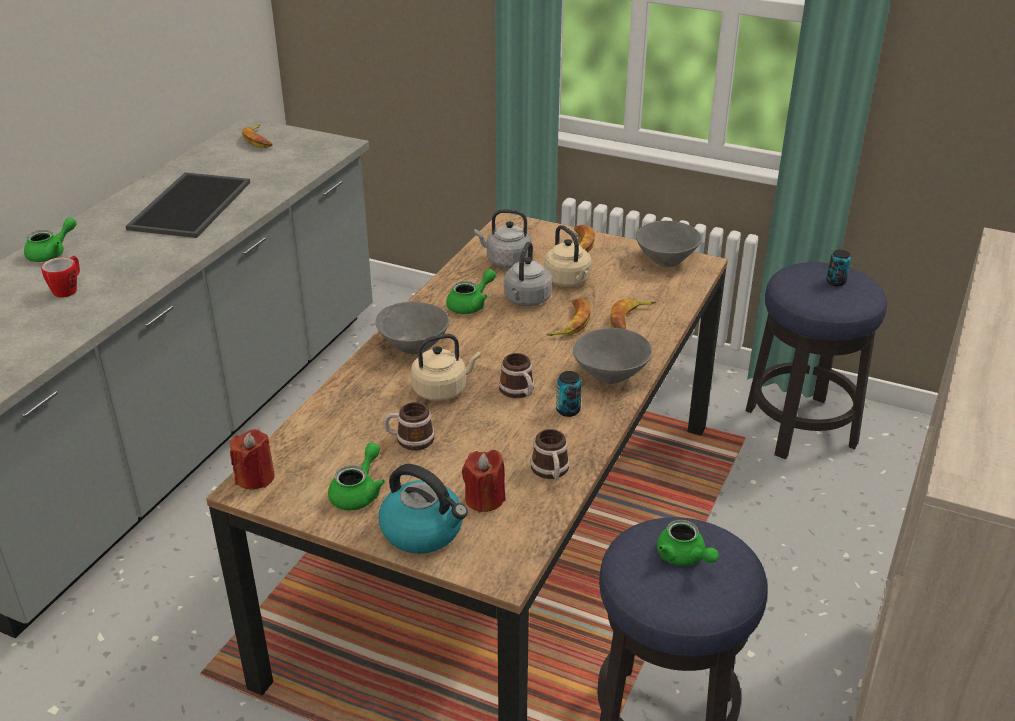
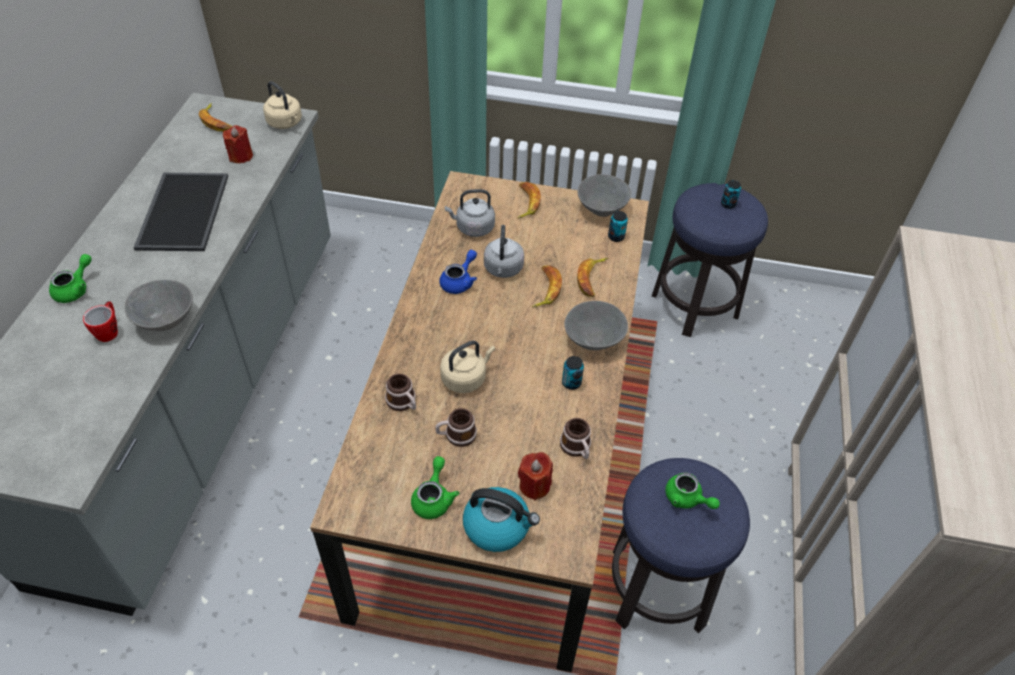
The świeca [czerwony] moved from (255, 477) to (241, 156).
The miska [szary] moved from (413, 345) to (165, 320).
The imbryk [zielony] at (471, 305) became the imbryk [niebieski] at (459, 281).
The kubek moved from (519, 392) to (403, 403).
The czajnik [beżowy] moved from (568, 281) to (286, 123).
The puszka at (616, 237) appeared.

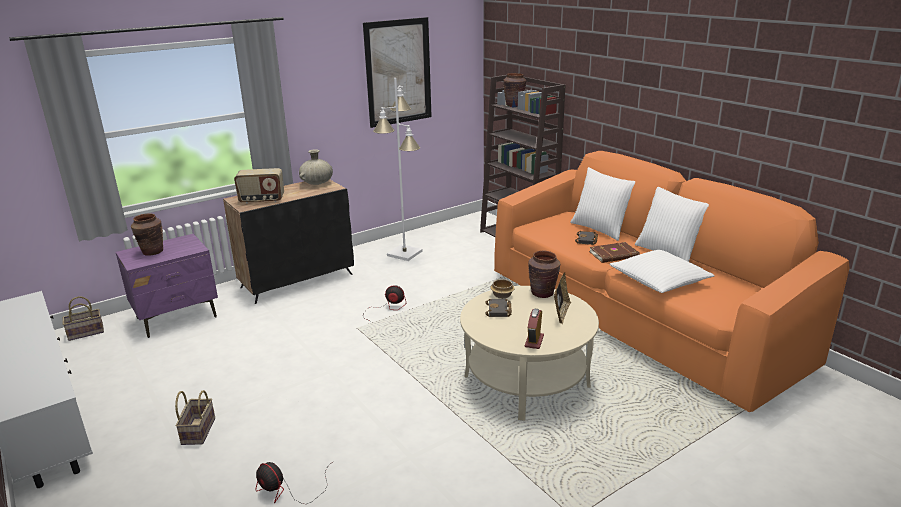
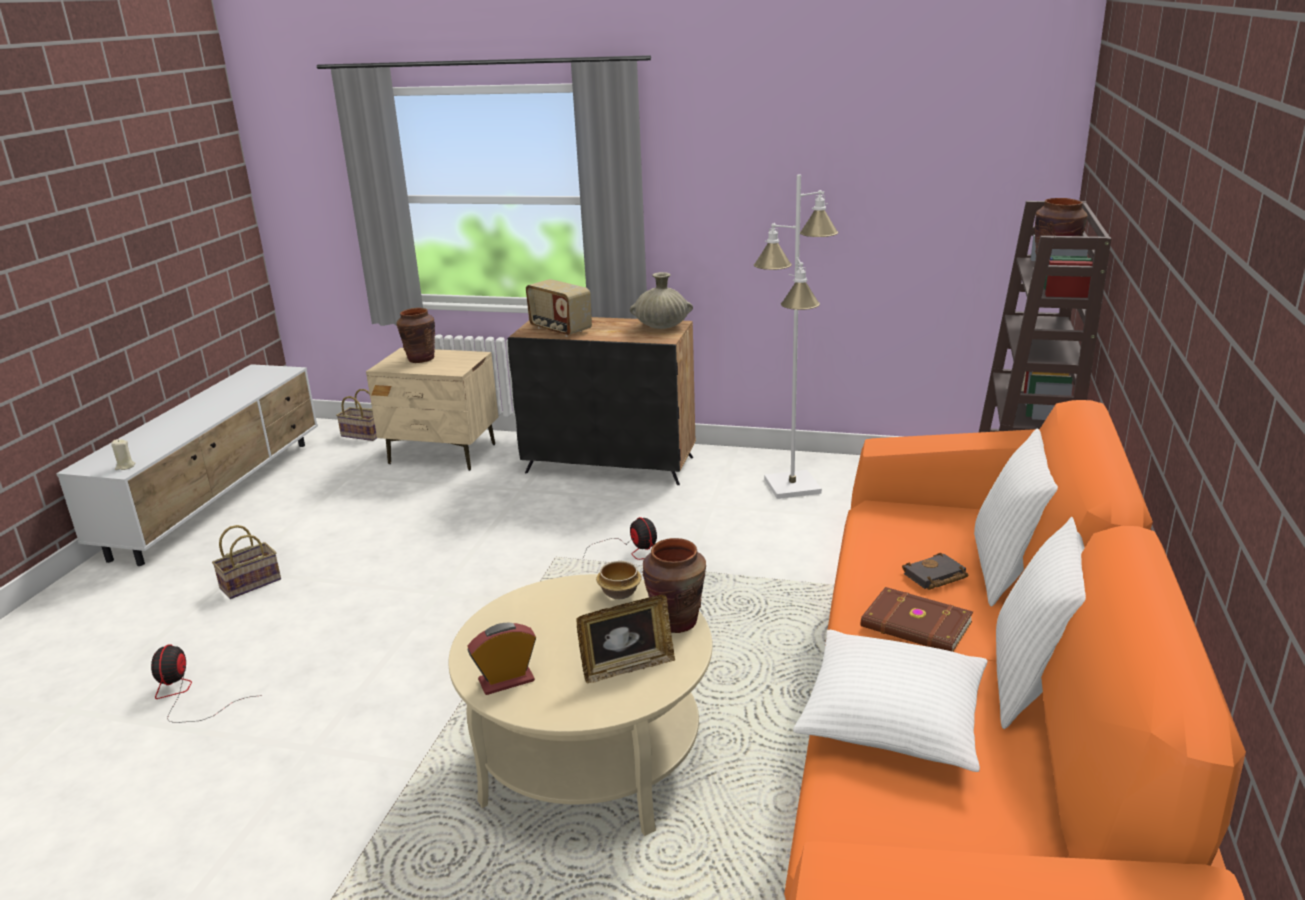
The szafka nocna [fioletowy] at (177, 317) became the szafka nocna [beżowy] at (443, 454).
The obraz at (398, 72) disappeared.
The książka [czarny] at (499, 311) disappeared.
The świeca [beżowy] at (125, 466) appeared.

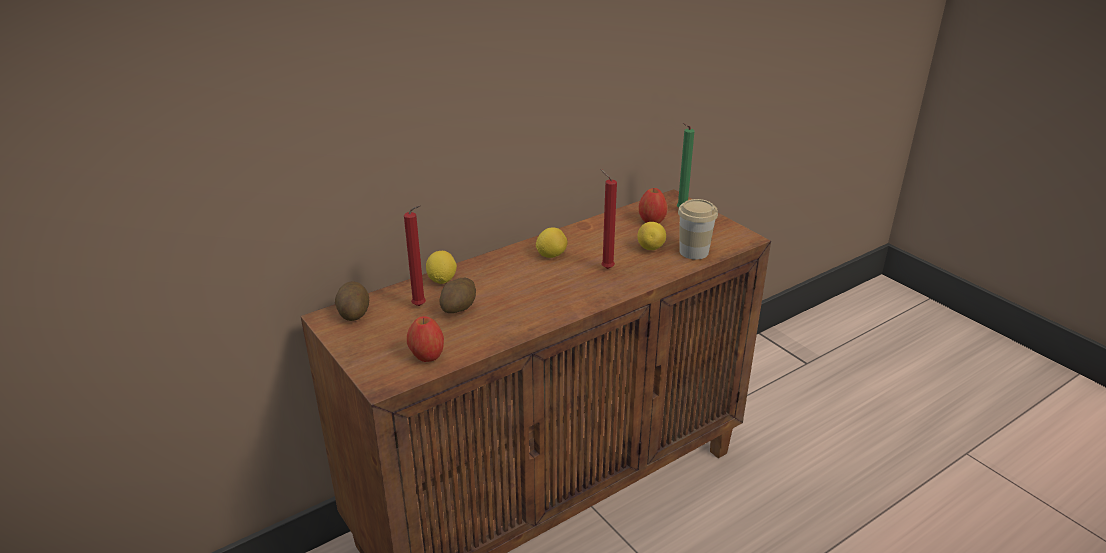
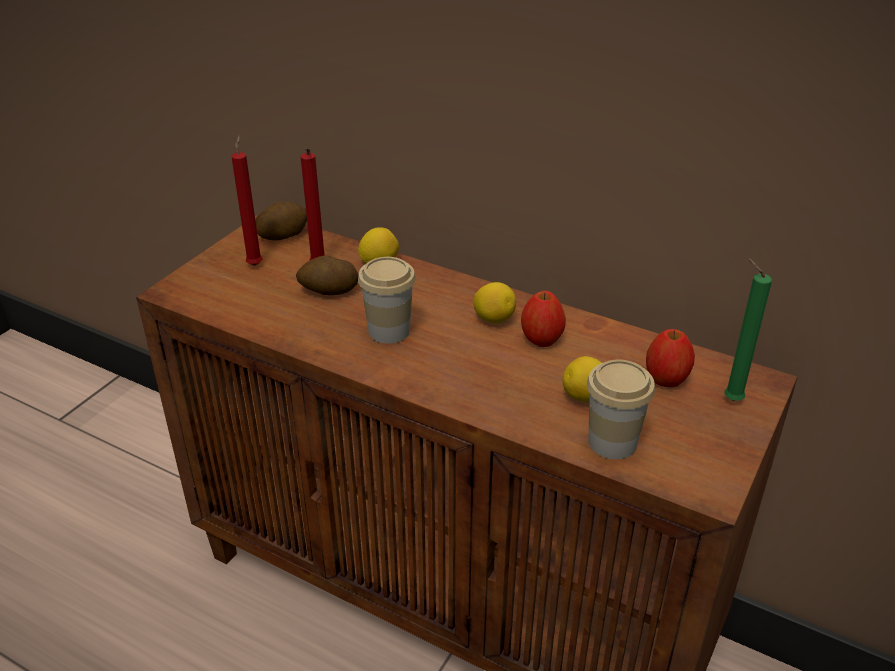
The jabłko moved from (427, 356) to (541, 339).
The świeca [czerwony] moved from (605, 268) to (255, 264).
The filiżanka at (389, 331) appeared.

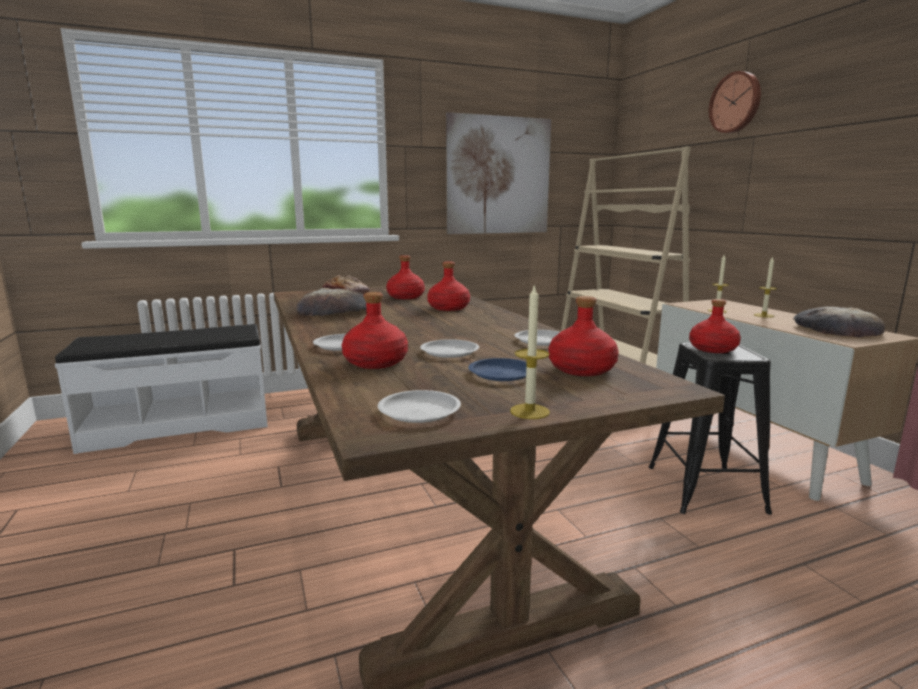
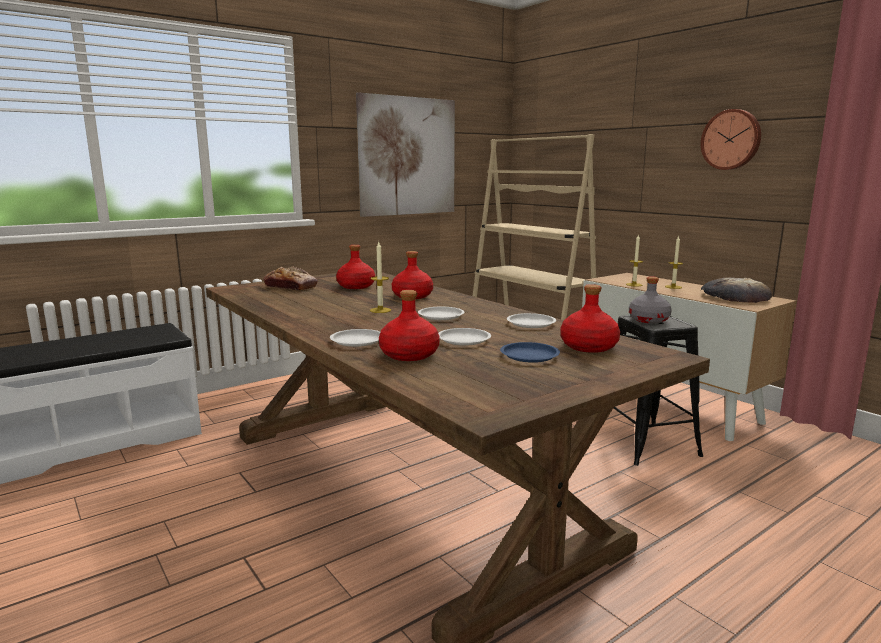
The chleb at (336, 311) disappeared.
The talerz [biały] moved from (419, 412) to (441, 316).
The świeca moved from (529, 411) to (380, 310).
The butelka [czerwony] at (713, 349) became the butelka [szary] at (649, 320).
The zegar ścienny moved from (736, 103) to (731, 140).

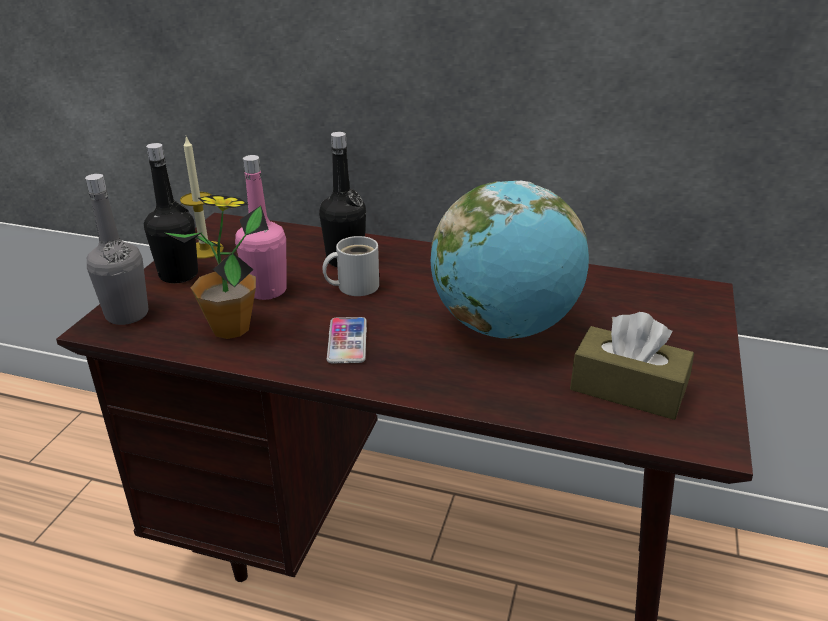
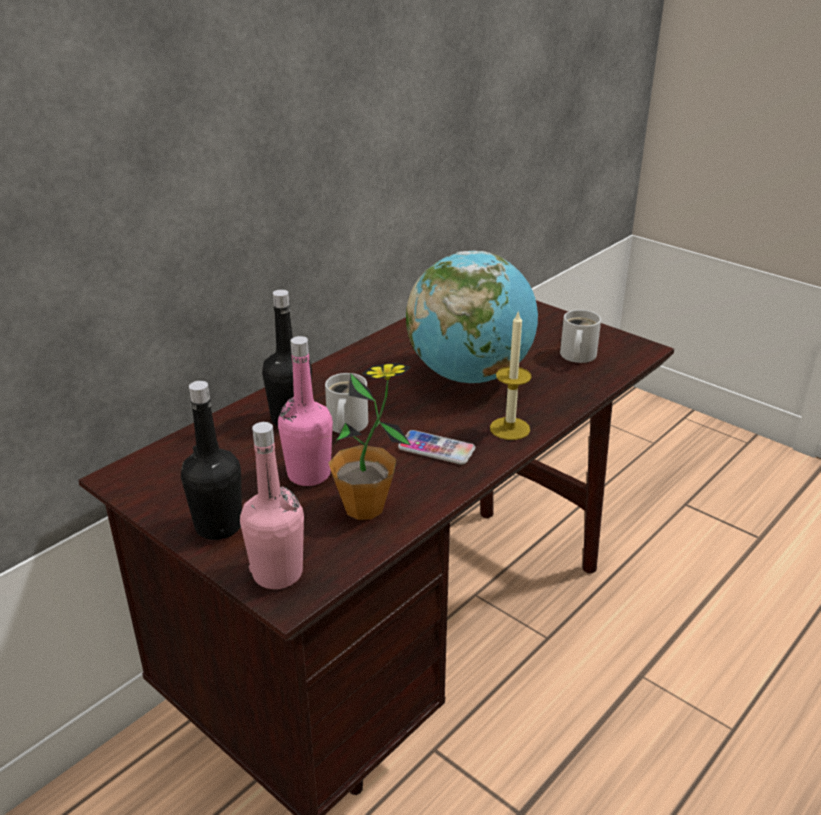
The butelka [szary] at (127, 314) became the butelka [różowy] at (277, 573).
The świeca moved from (205, 250) to (509, 428).
The pudełko chusteczek [brązowy] at (627, 389) was replaced by the kubek [biały] at (576, 356).

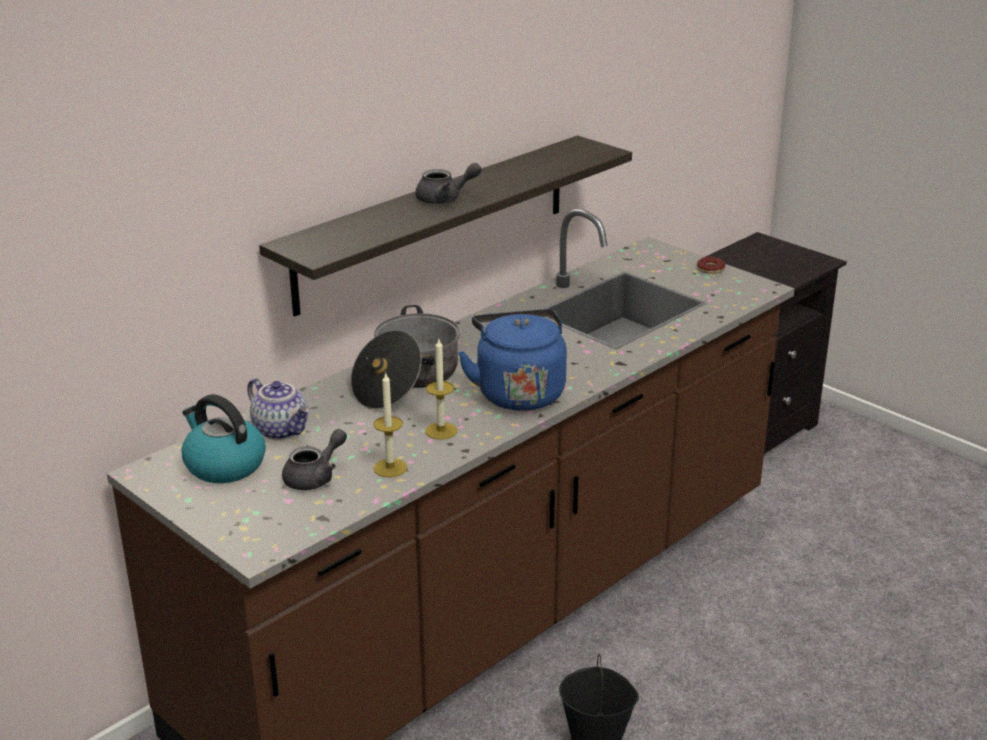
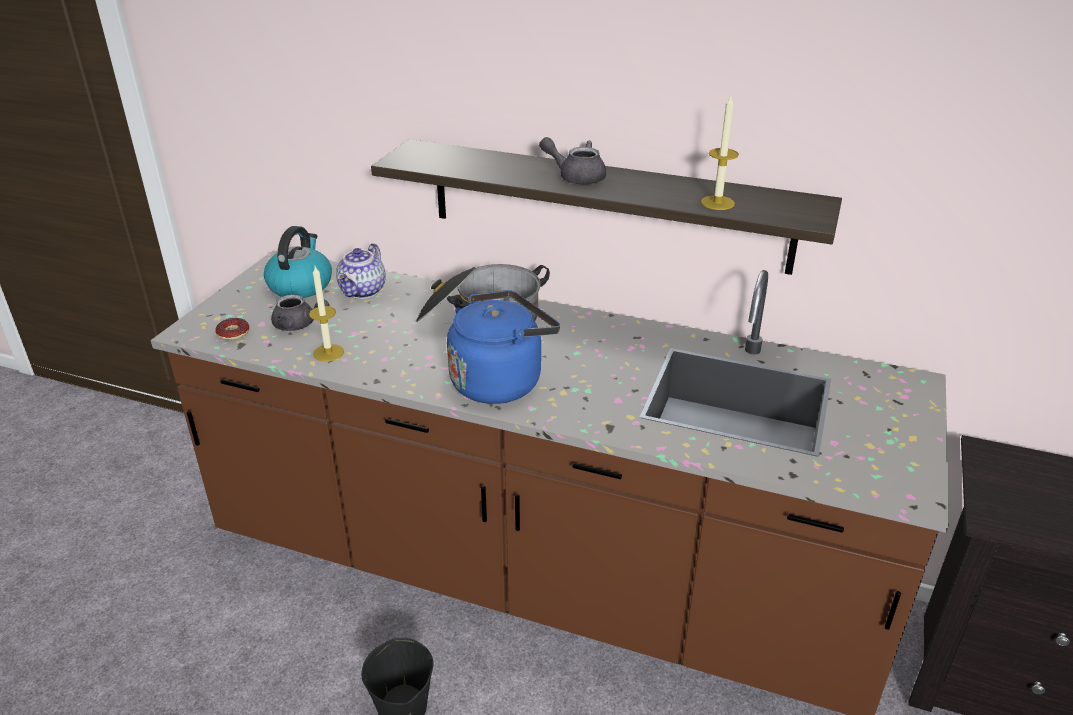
The imbryk [szary] at (445, 199) turned 150 degrees clockwise.
The świeca moved from (441, 431) to (717, 203).
The donut moved from (710, 269) to (233, 333).

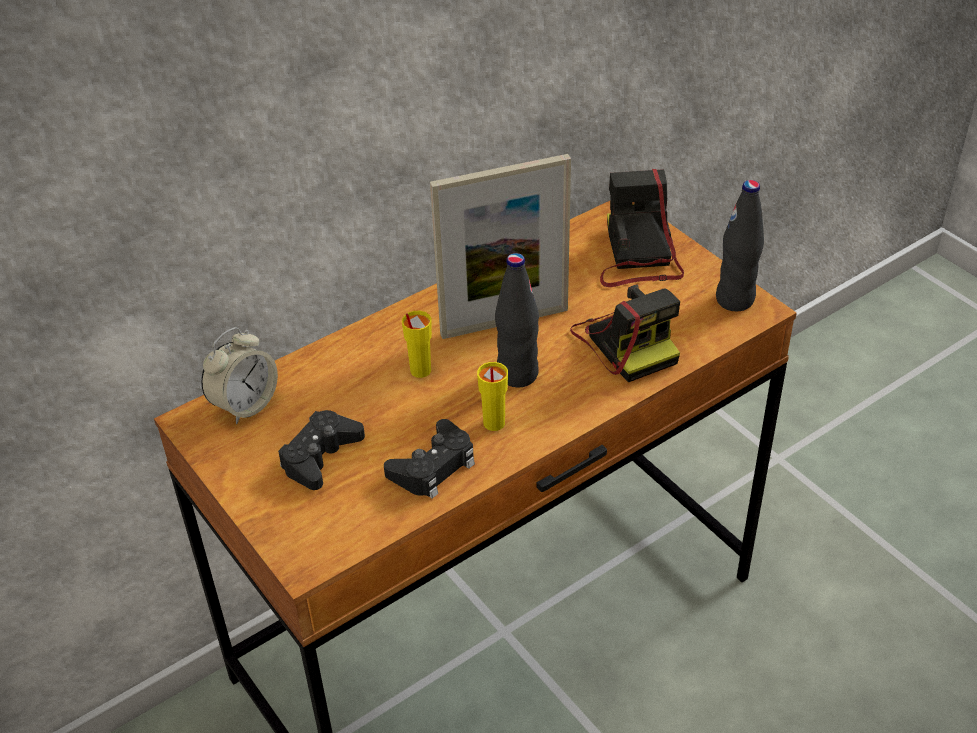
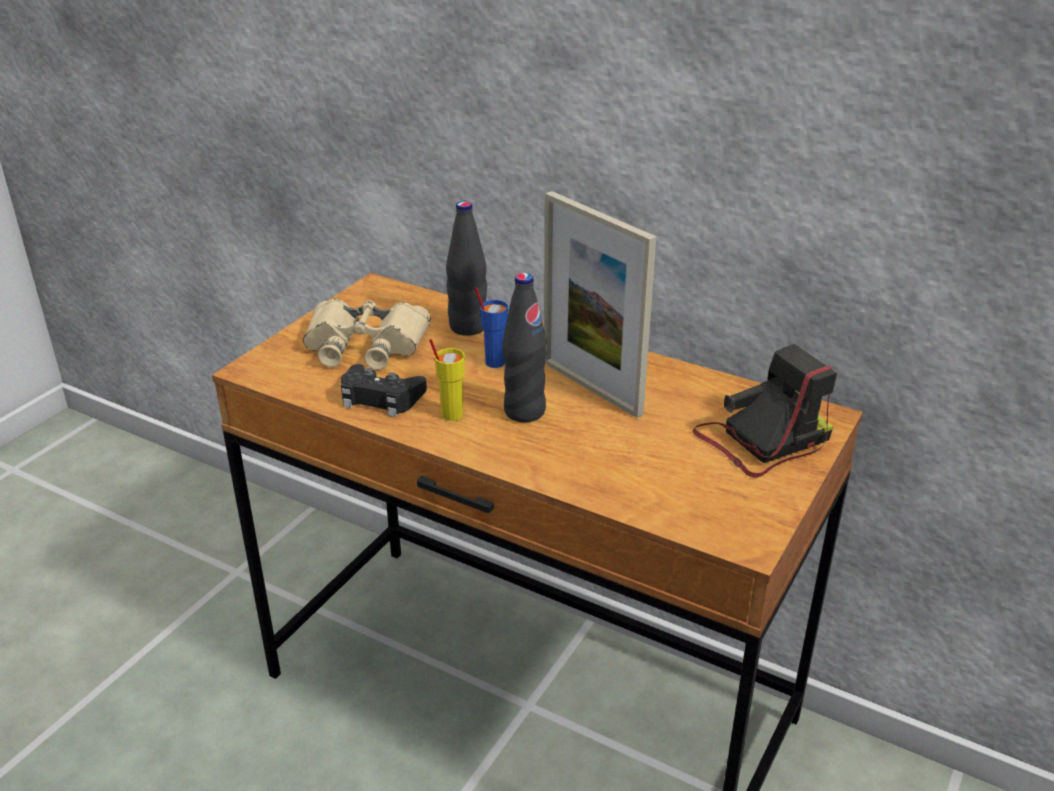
The budzik at (245, 405) disappeared.
The pad do gier [czarny] at (320, 456) was replaced by the lornetka [beżowy] at (365, 345).
The filiżanka [żółty] at (420, 371) became the filiżanka [niebieski] at (494, 362).
The aparat fotograficzny at (626, 341) disappeared.
The butelka [czarny] moved from (735, 300) to (468, 327).

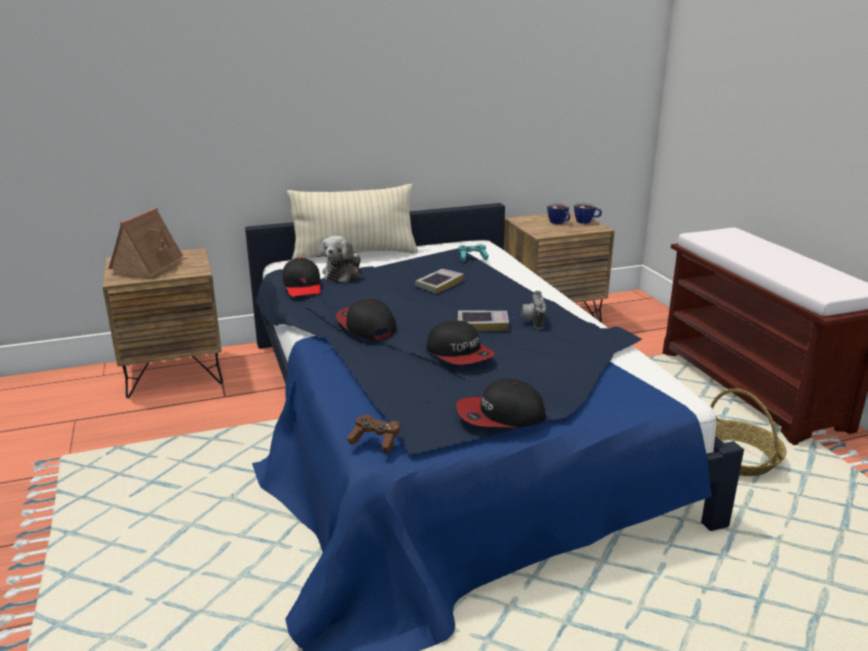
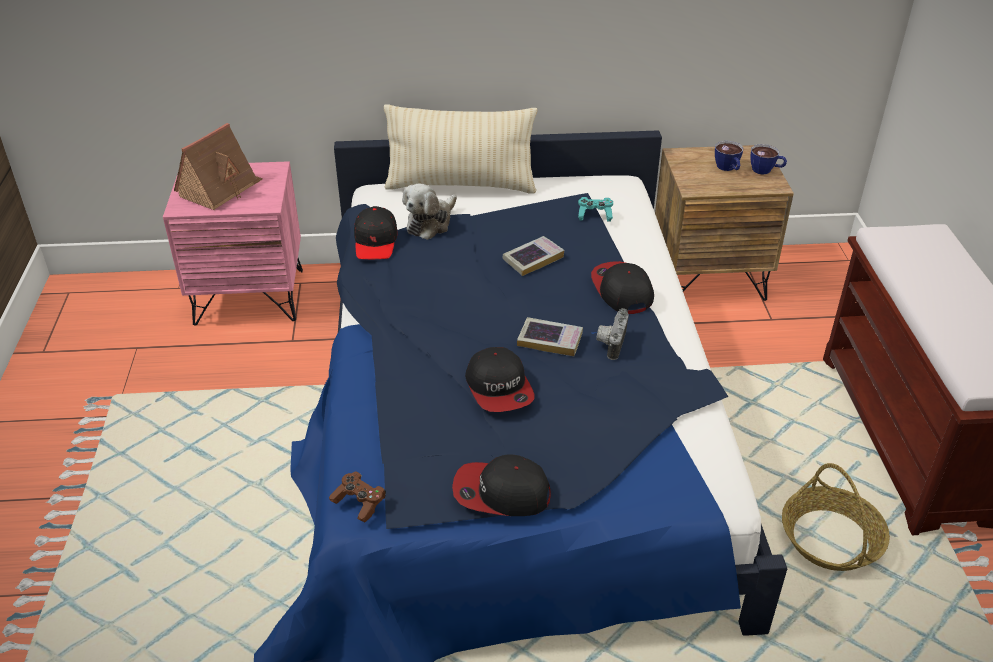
The szafka nocna [brązowy] at (174, 373) became the szafka nocna [różowy] at (250, 296).
The czapka z daszkiem moved from (366, 325) to (621, 290).

